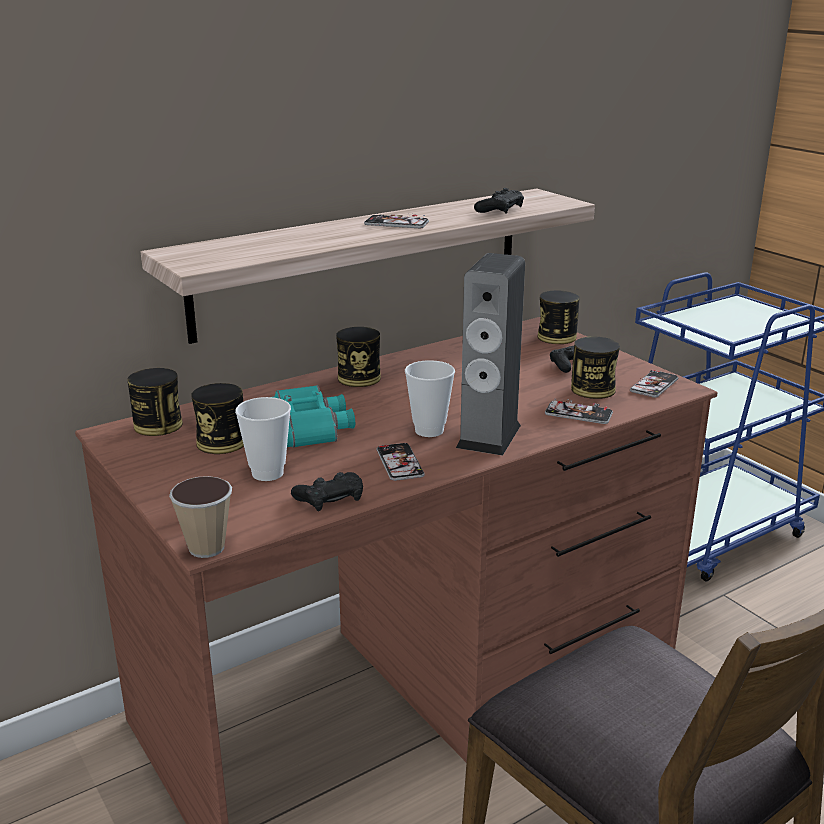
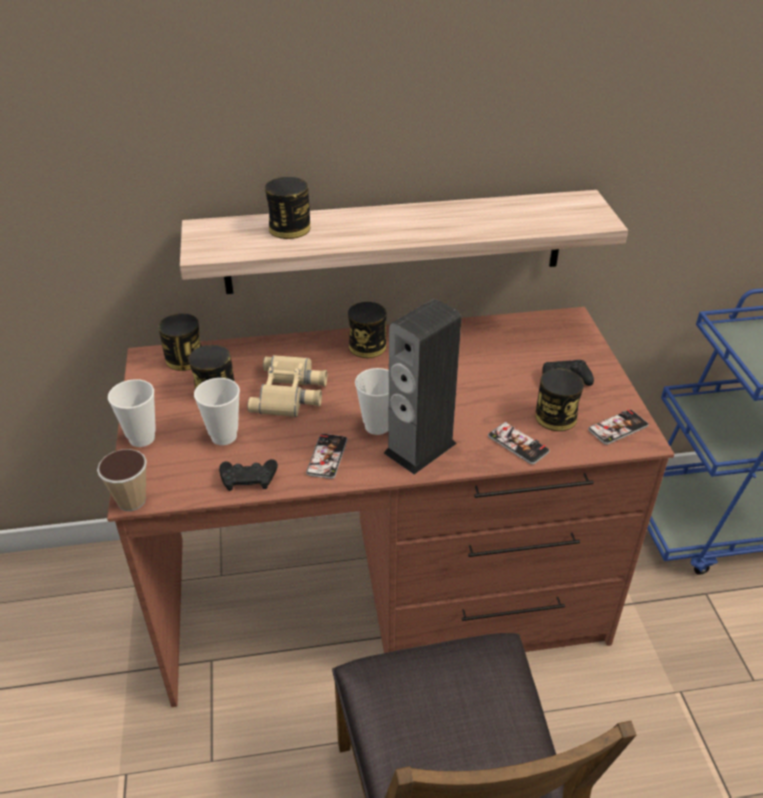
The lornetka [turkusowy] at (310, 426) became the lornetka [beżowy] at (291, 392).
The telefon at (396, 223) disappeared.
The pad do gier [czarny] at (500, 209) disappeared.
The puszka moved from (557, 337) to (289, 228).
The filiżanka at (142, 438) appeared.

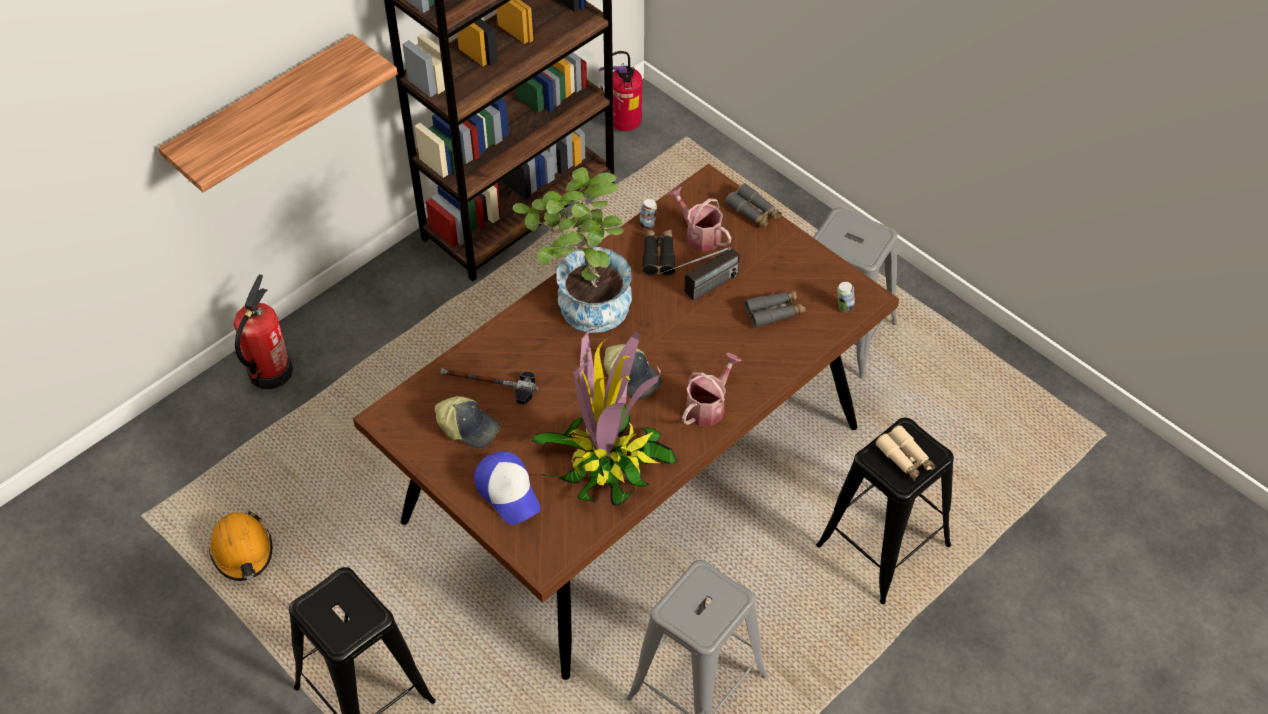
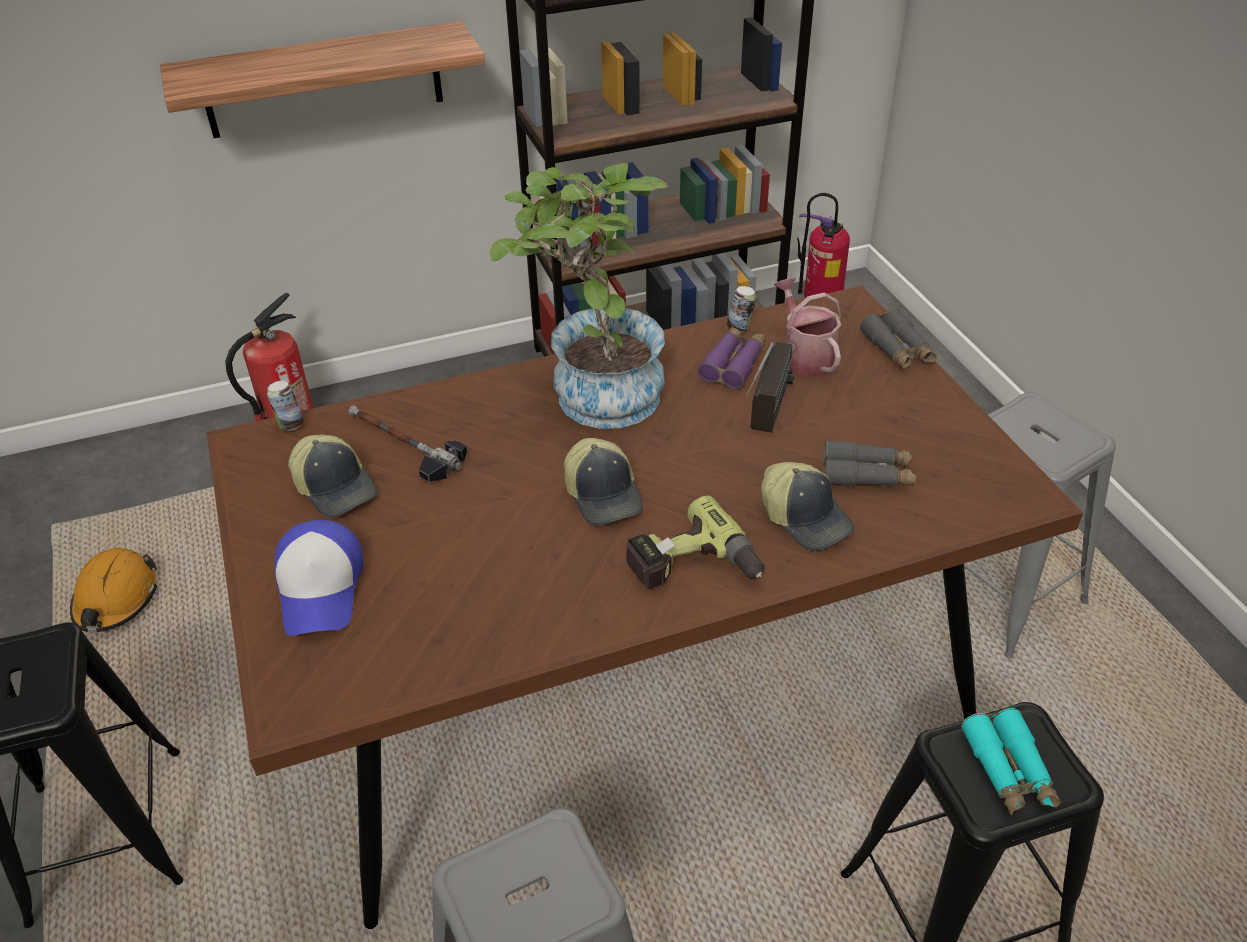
The roślina doniczkowa at (607, 462) disappeared.
The lornetka [czarny] at (658, 256) became the lornetka [fioletowy] at (733, 364).
The radio at (700, 291) turned 60 degrees counterclockwise.
The konewka at (708, 406) was replaced by the wiertarka at (693, 568).
The puszka moved from (844, 307) to (290, 425).
The lornetka [beżowy] at (905, 458) became the lornetka [turkusowy] at (1008, 770).
The czapka z daszkiem at (805, 518) appeared.

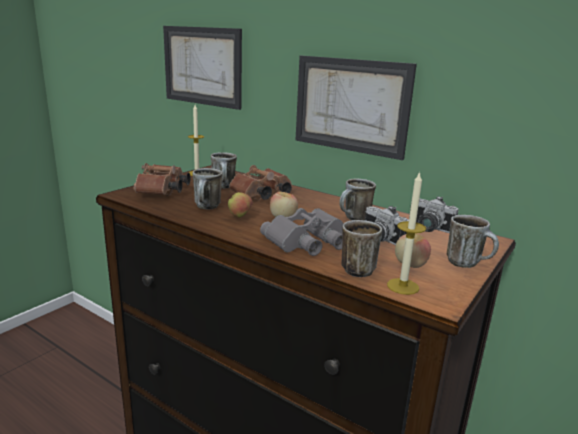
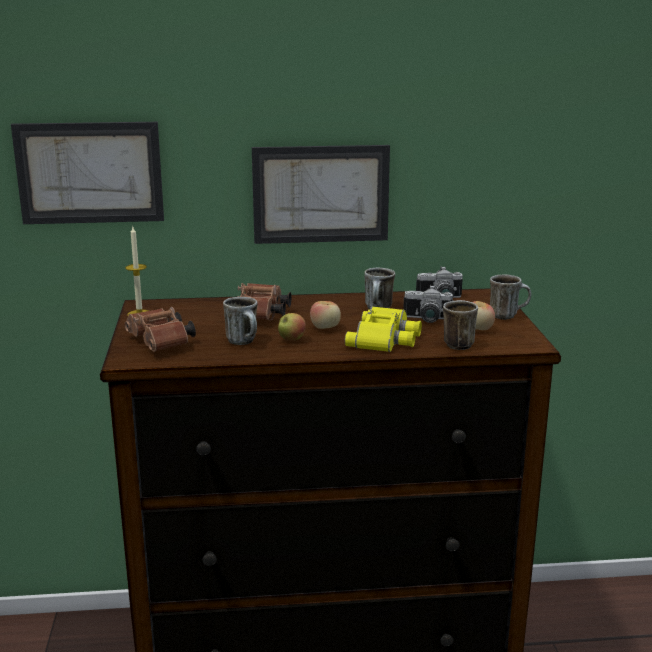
The kubek at (225, 187) disappeared.
The lornetka [szary] at (308, 241) became the lornetka [żółty] at (385, 338).
The świeca at (403, 286) disappeared.

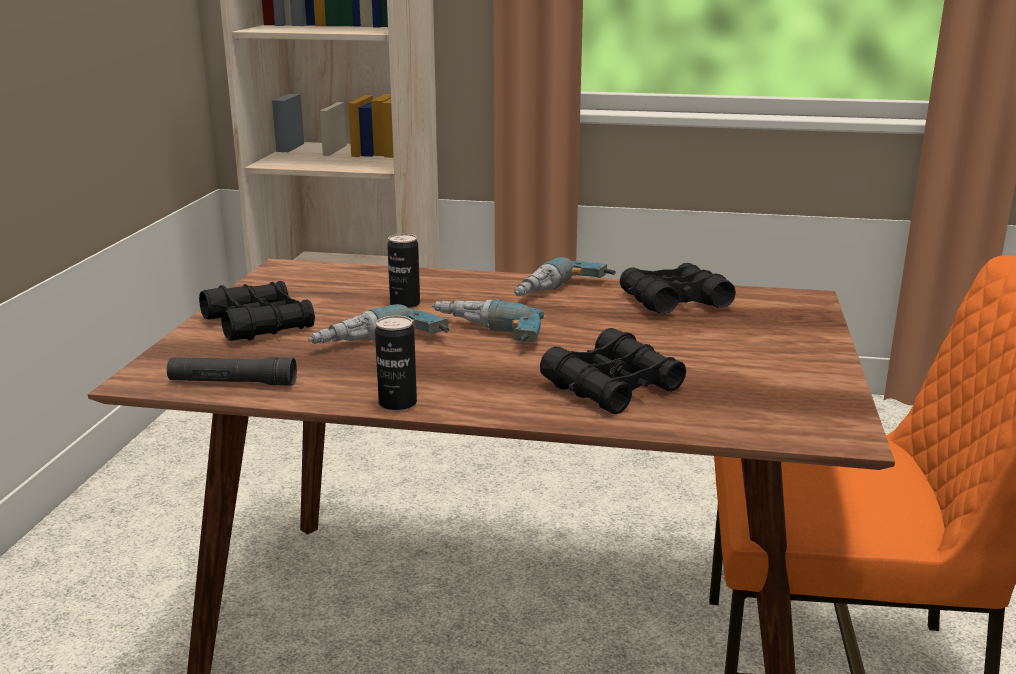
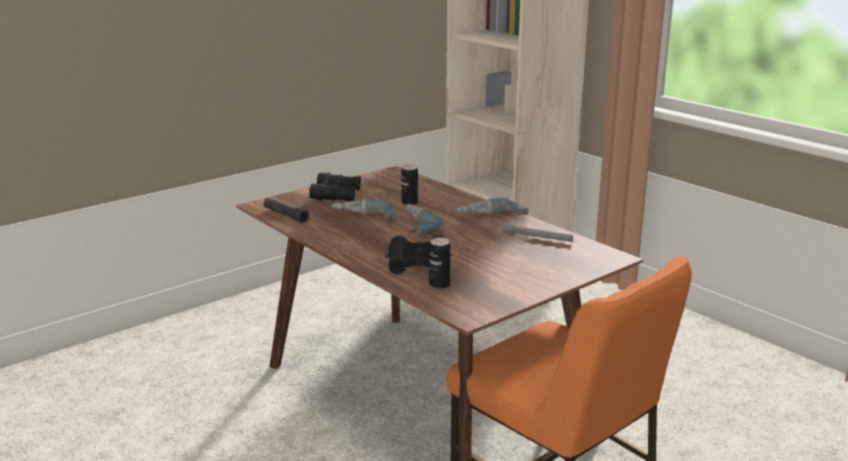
The puszka moved from (397, 404) to (439, 285).
The lornetka [czarny] at (674, 301) was replaced by the latarka [szary] at (537, 238).

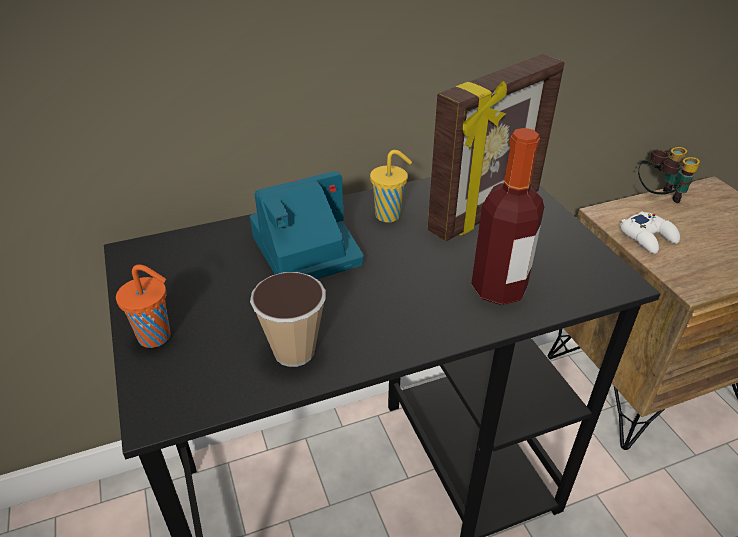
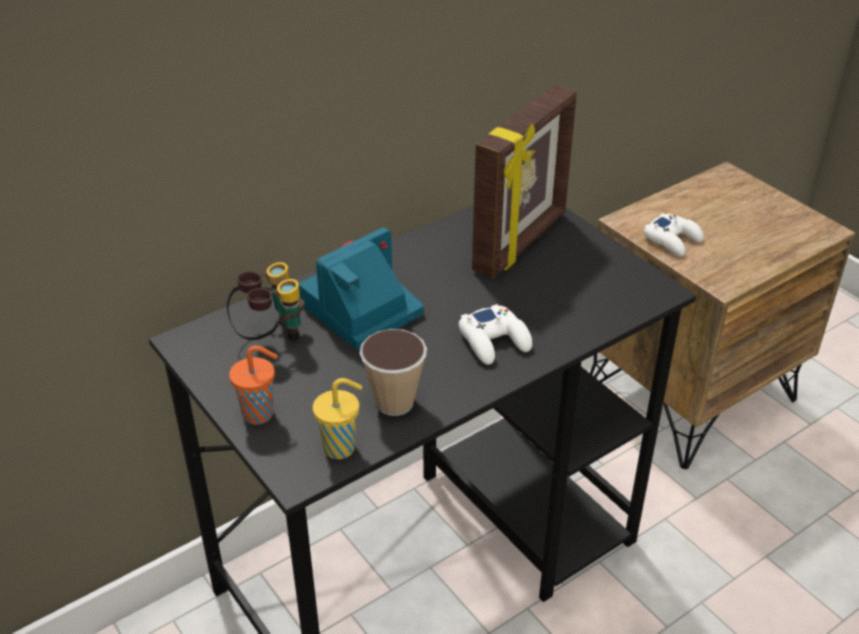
The filiżanka [żółty] moved from (389, 215) to (341, 448).
The butelka at (498, 289) disappeared.
The lornetka moved from (658, 198) to (270, 336).
The pad do gier [biały] at (494, 341) appeared.

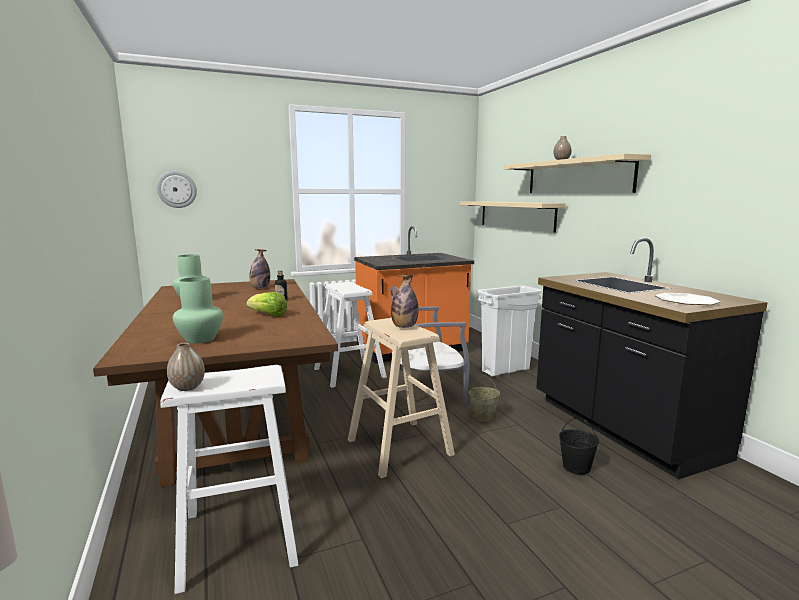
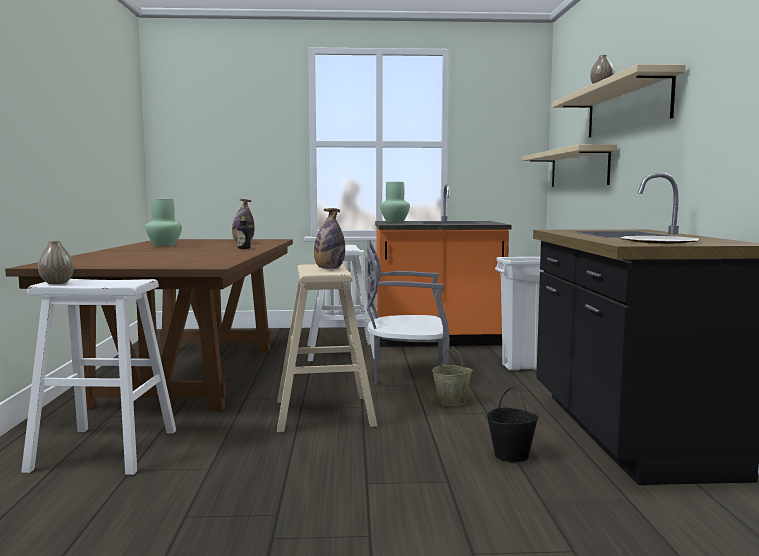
The zegar ścienny at (177, 189) disappeared.
The wazon [zielony] moved from (199, 339) to (394, 222).
The sałata at (268, 315) disappeared.

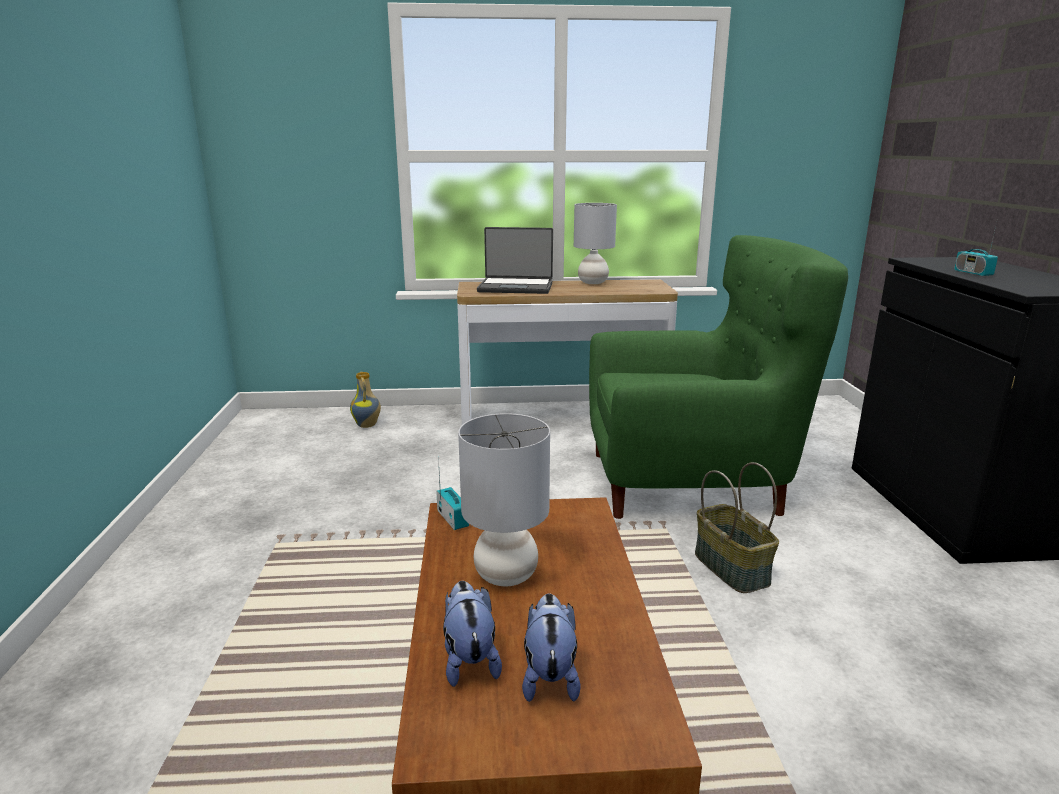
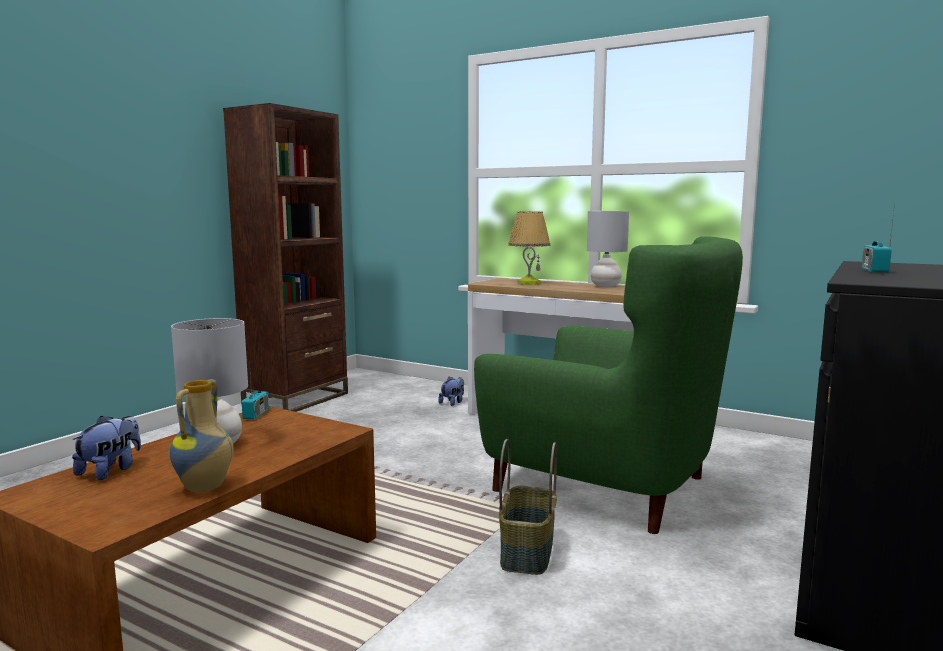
The wazon moved from (367, 425) to (205, 487).
The laptop at (516, 287) was replaced by the lampa stołowa at (528, 283).
The pluszak moved from (549, 676) to (452, 402).
The regał [brązowy] at (296, 399) appeared.

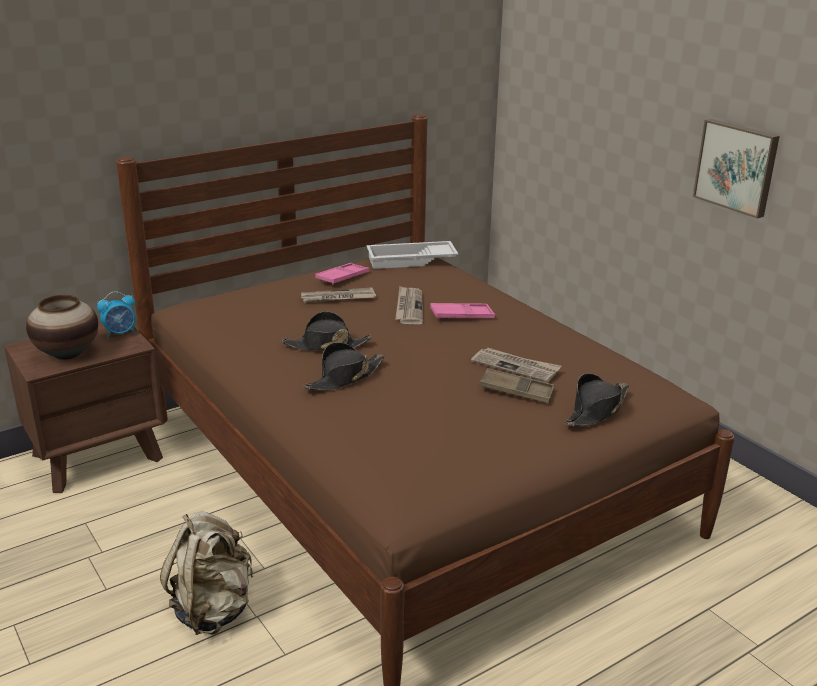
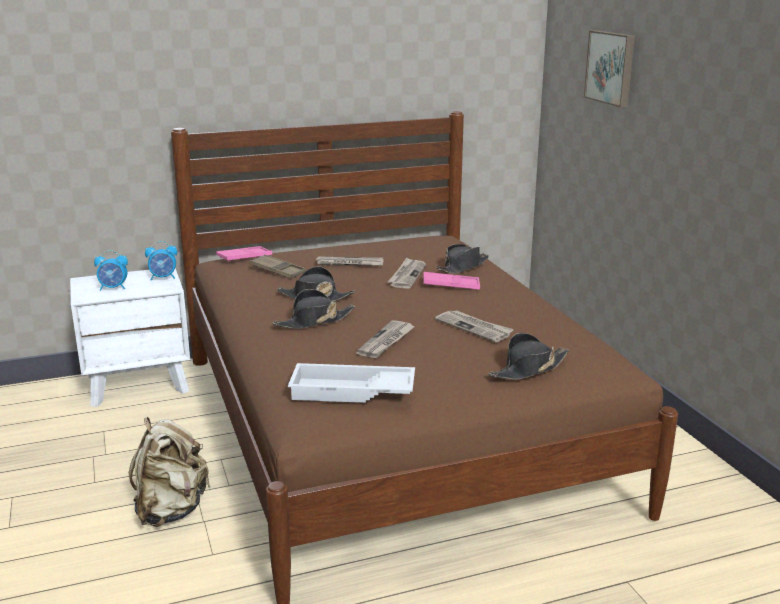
The szafka nocna [brązowy] at (98, 456) became the szafka nocna [biały] at (138, 383).
The wazon at (68, 353) was replaced by the budzik at (113, 288).
The taca [różowy] moved from (342, 277) to (244, 257).
The taca [biały] moved from (411, 261) to (351, 392).
The taca [brązowy] moved from (516, 391) to (277, 271).
The obraz moved from (737, 167) to (611, 67).
The gazeta at (386, 341) appeared.
The kapelusz [czarny] at (462, 267) appeared.

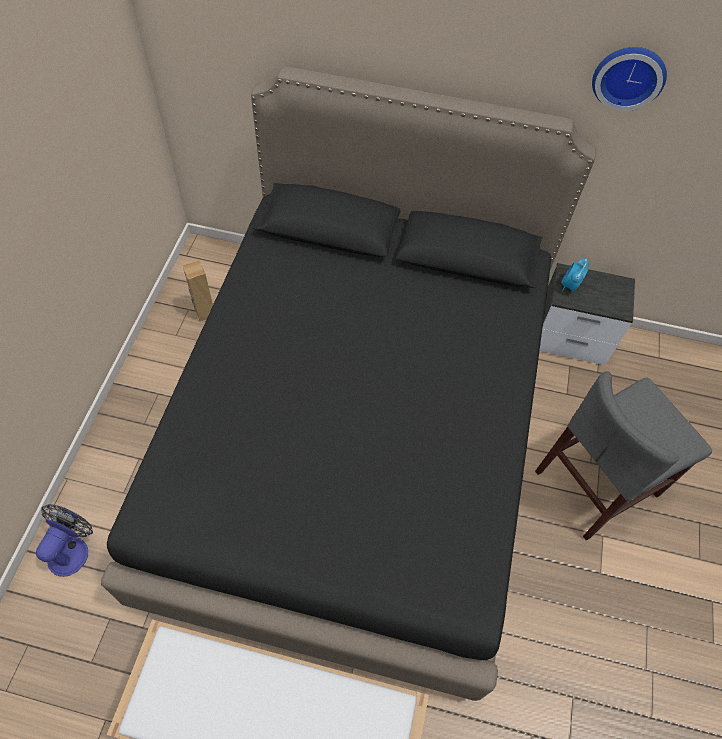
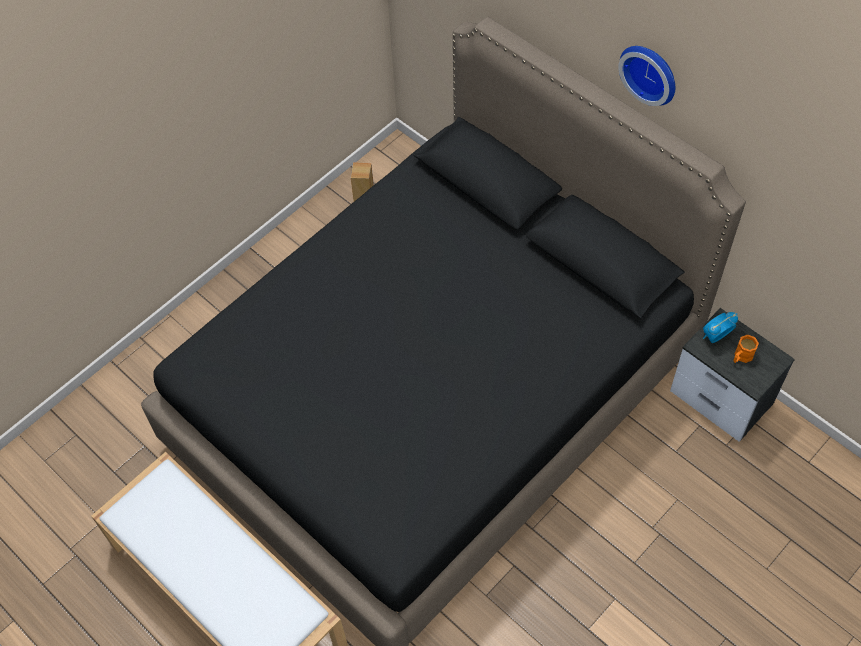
The wentylator at (72, 549) disappeared.
The krzesło [szary] at (597, 483) disappeared.
The zegar ścienny moved from (628, 76) to (651, 72).
The kubek [pomarańczowy] at (741, 357) appeared.

